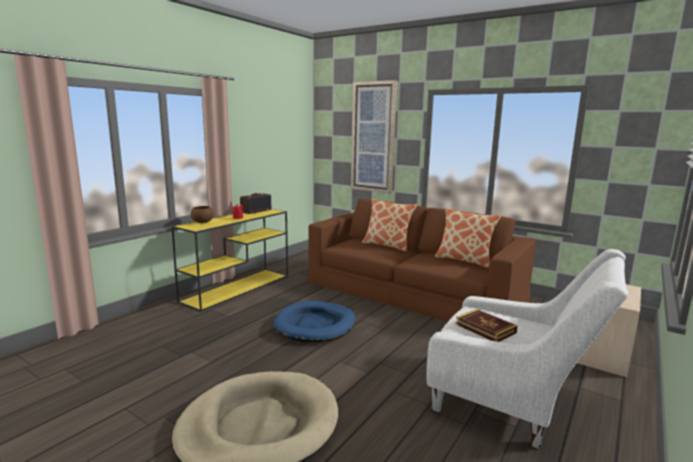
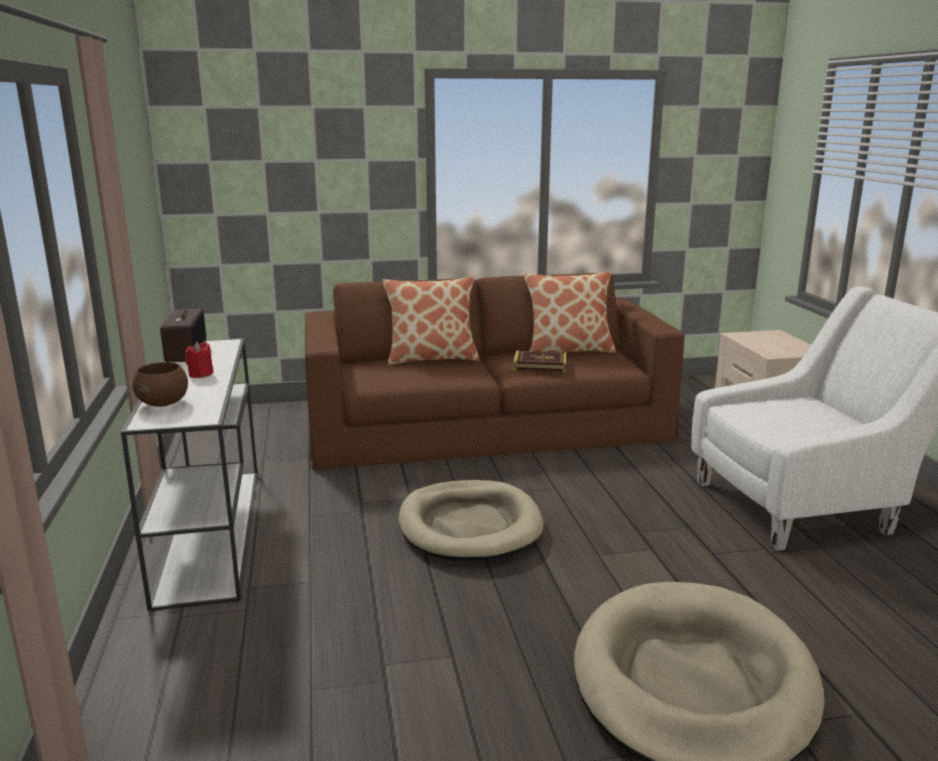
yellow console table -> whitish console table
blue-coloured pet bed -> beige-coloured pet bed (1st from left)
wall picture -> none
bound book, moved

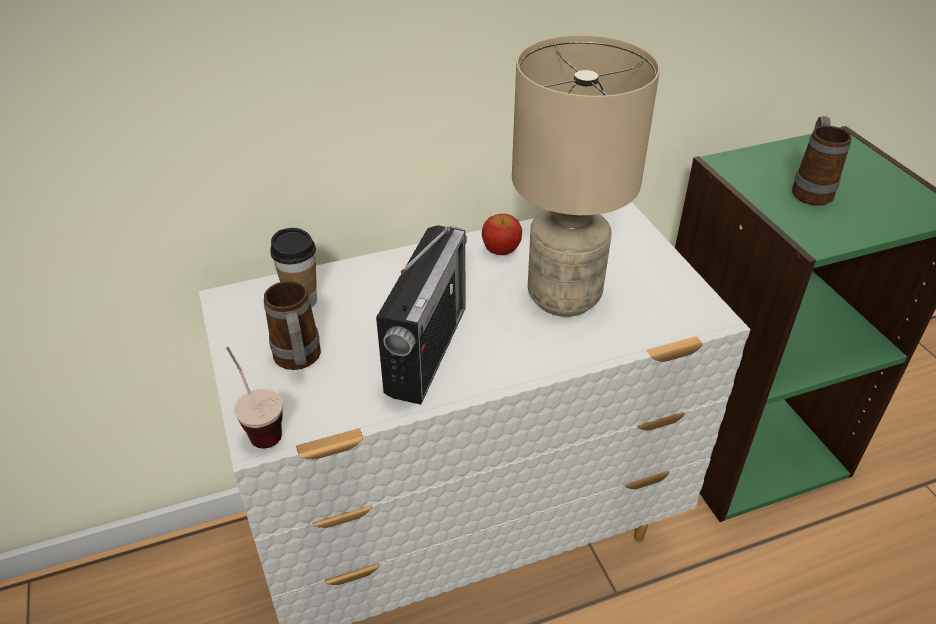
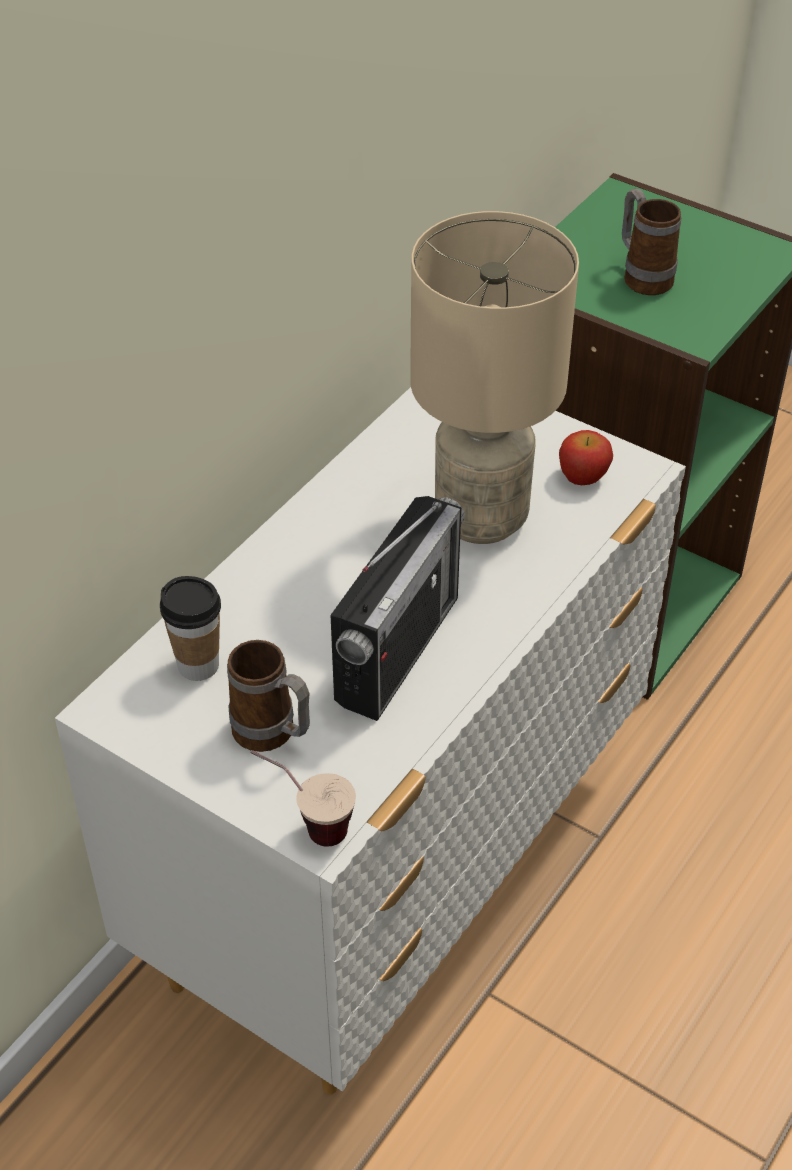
radio receiver, 45 degrees clockwise
whole apple, moved

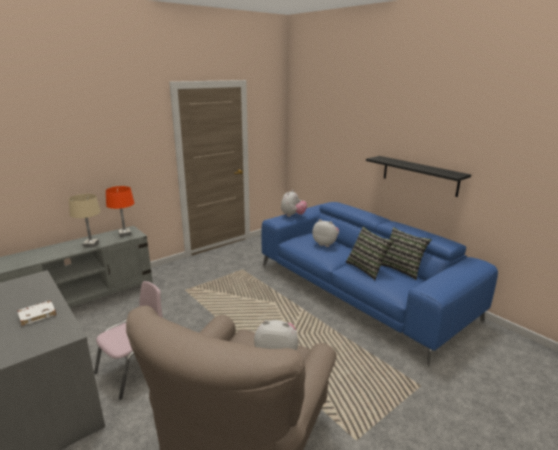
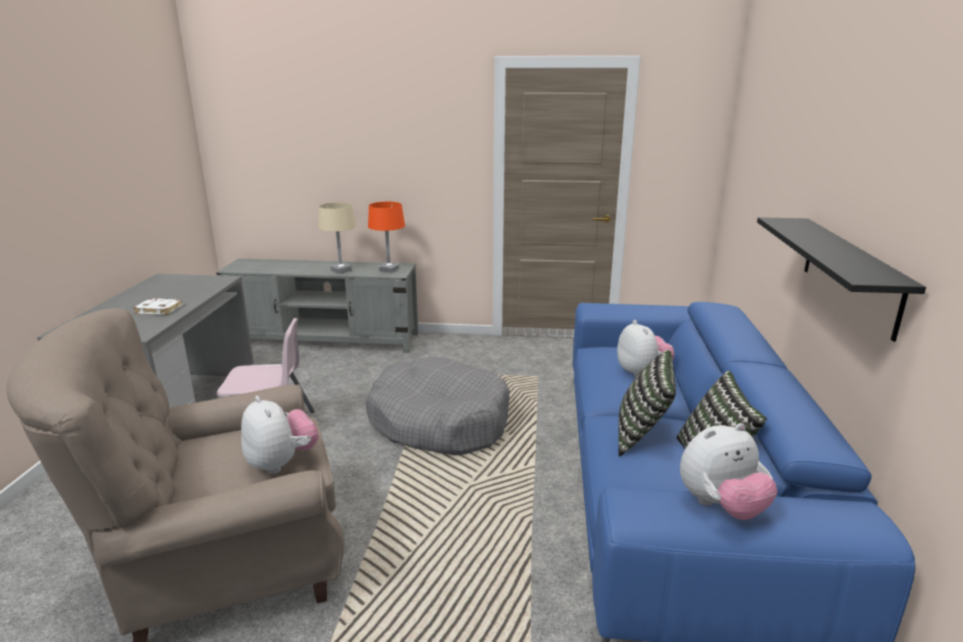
plush toy (2nd from left in the first image) -> plush toy (3rd from left), moved
none -> gray pet bed

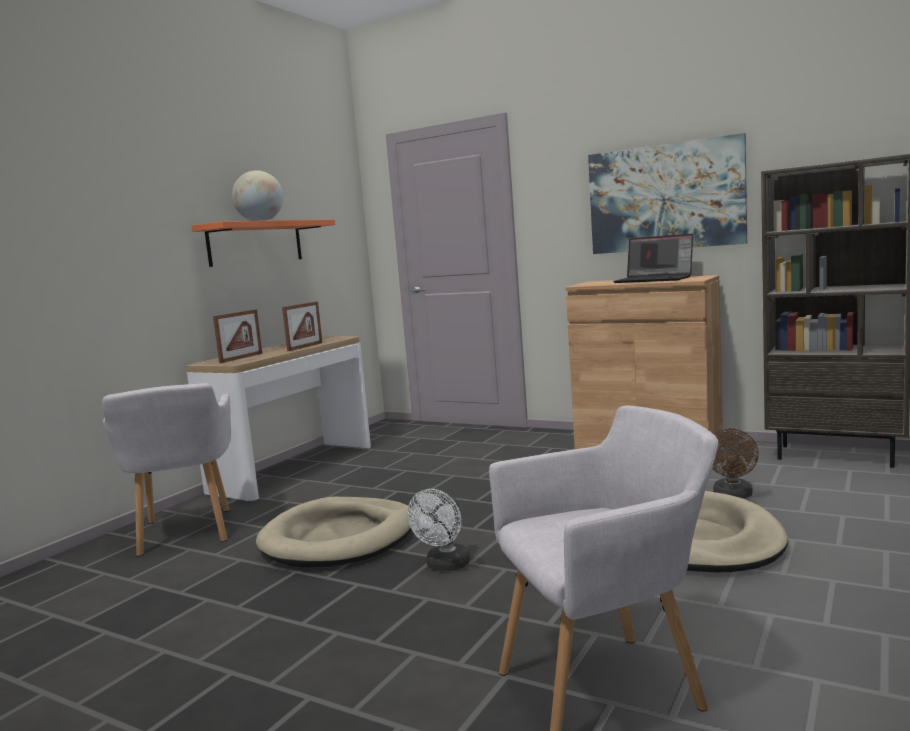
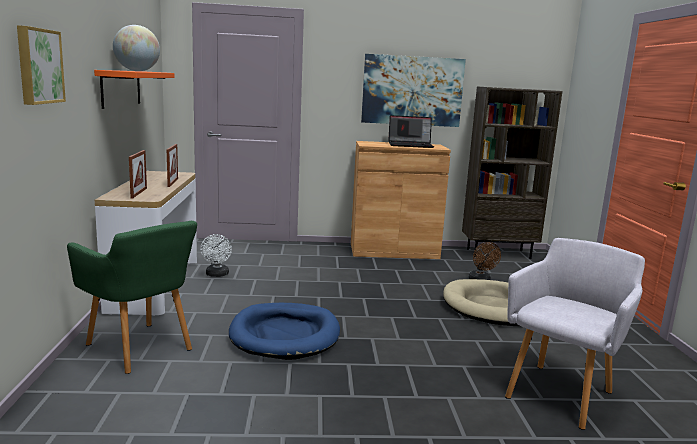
gray armchair (1st from left) -> green-coloured armchair
beige-coloured pet bed (1st from left) -> blue-coloured pet bed
whitish fan, moved
none -> wall picture (1st from left)

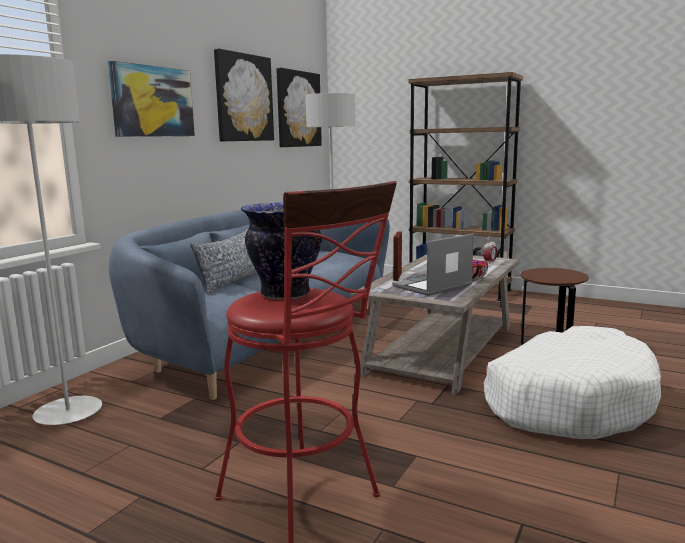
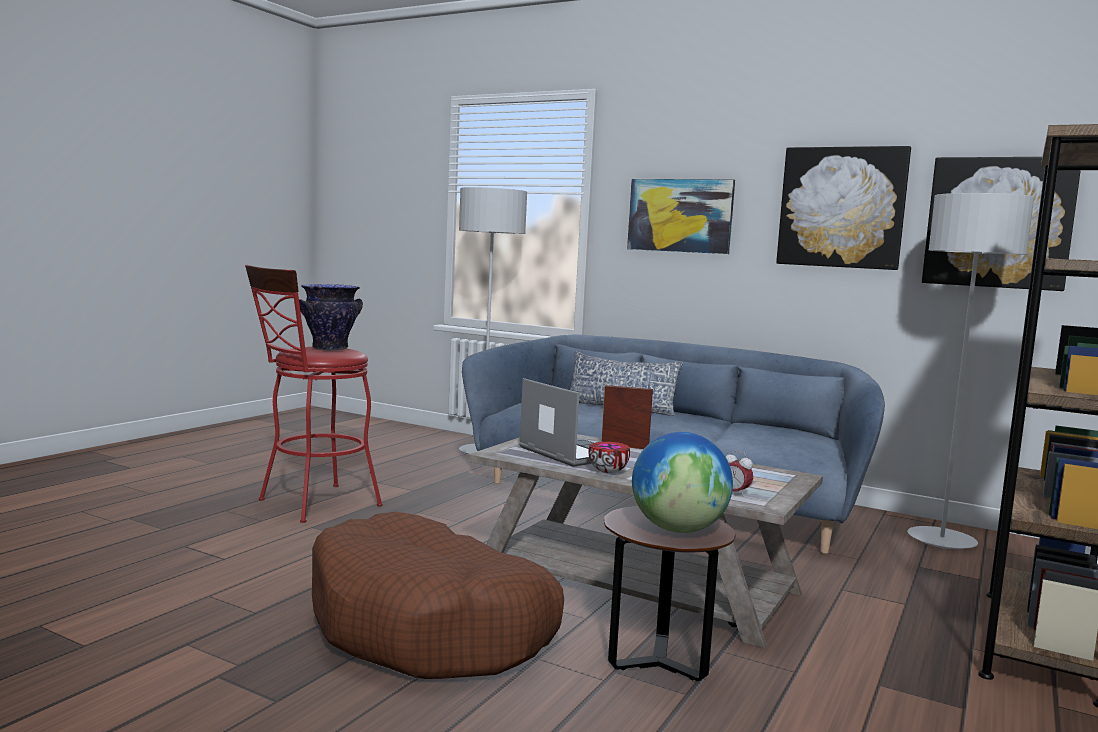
whitish pet bed -> brownish pet bed
none -> globe

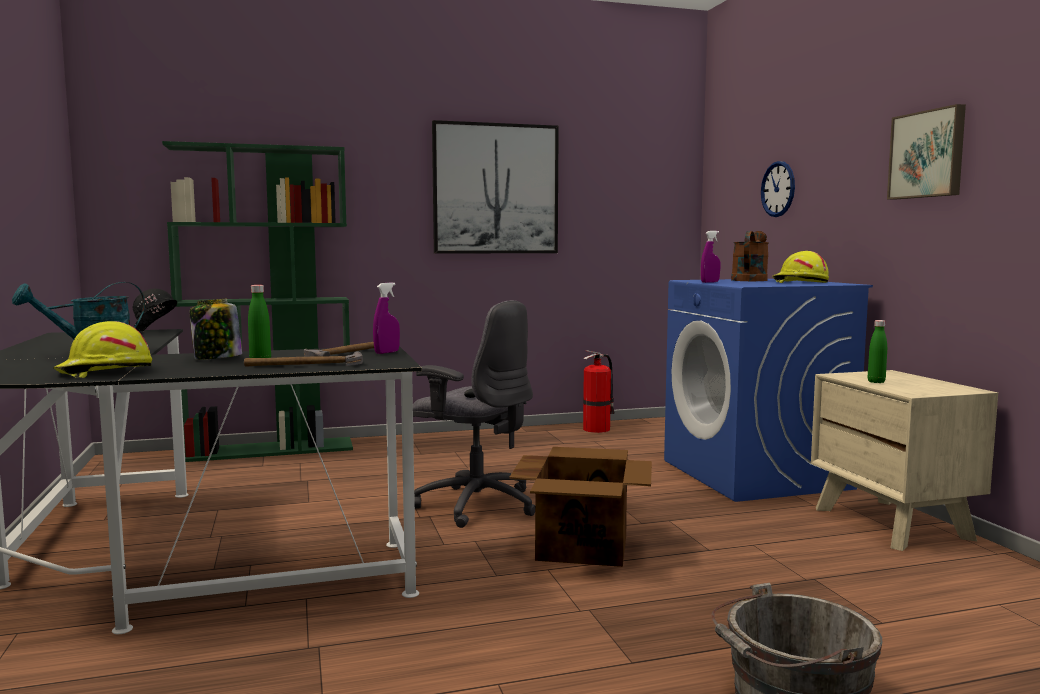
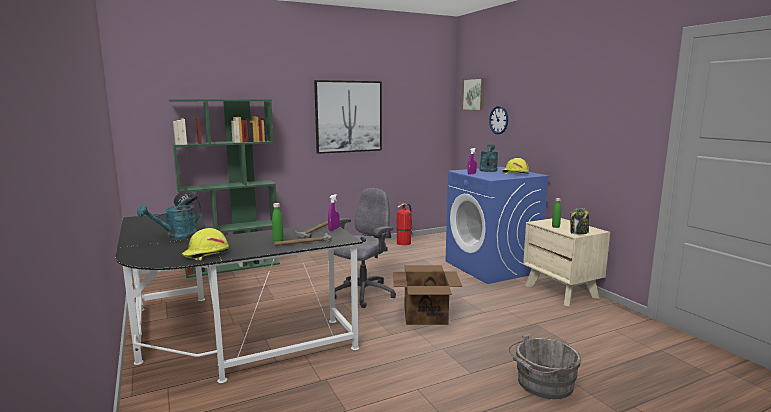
jar, moved
gray computer chair, 75 degrees counterclockwise
brownish sprinkling can -> turquoise-coloured sprinkling can (2nd from left)
wall picture (2nd from left), moved

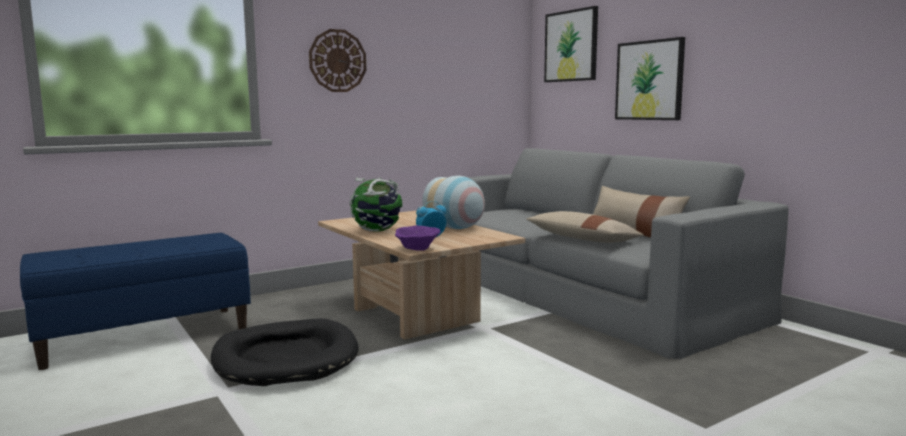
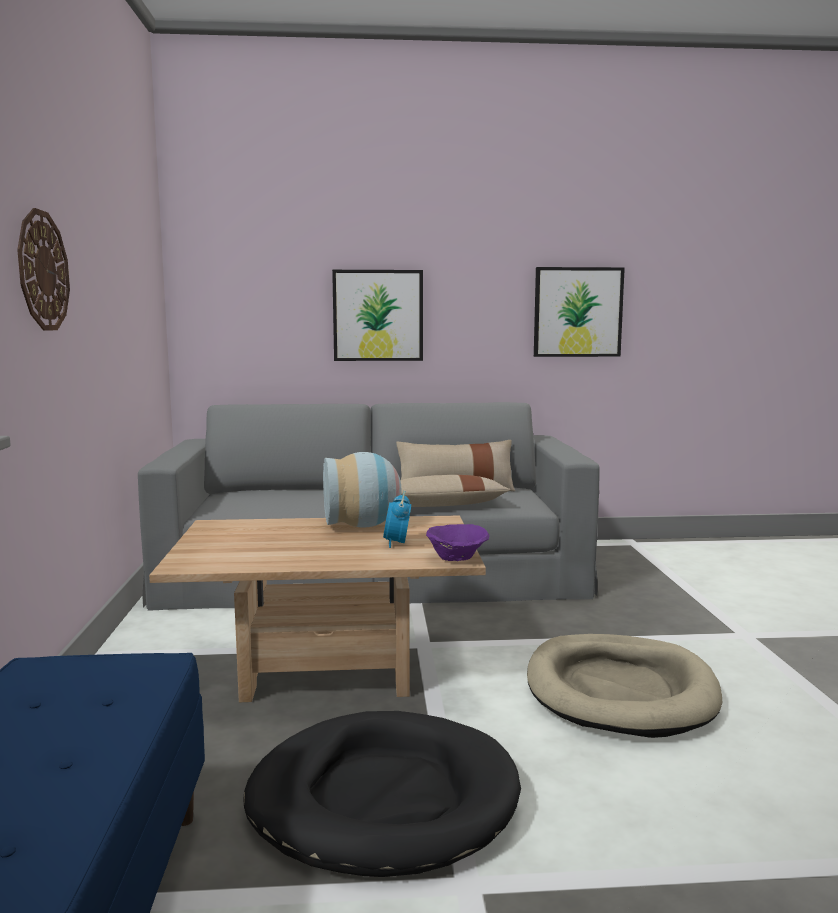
globe -> none
wall picture (1st from left in the first image) -> wall picture (2nd from left), moved
none -> beige-coloured pet bed

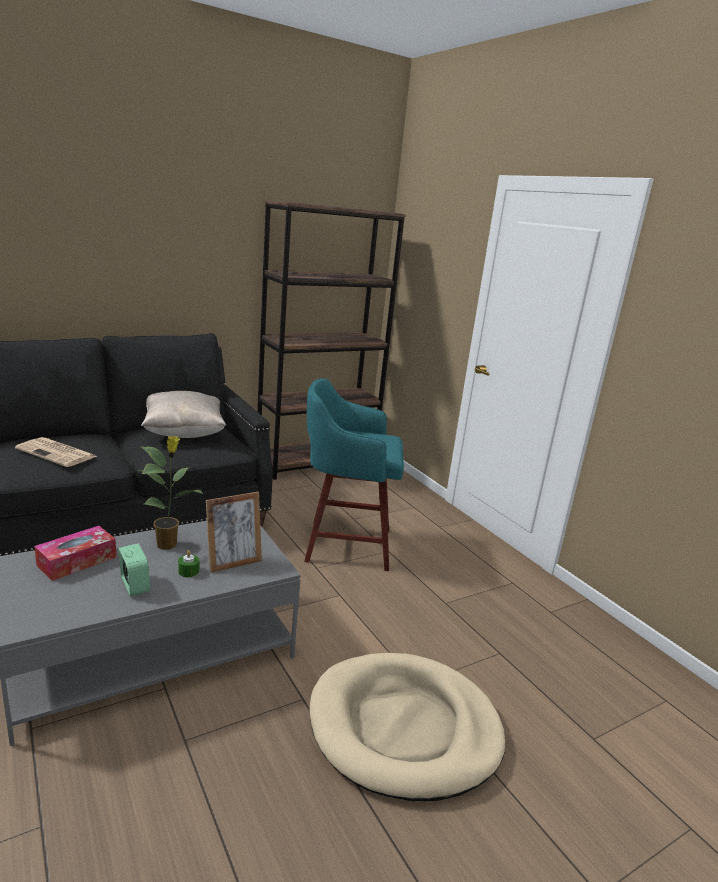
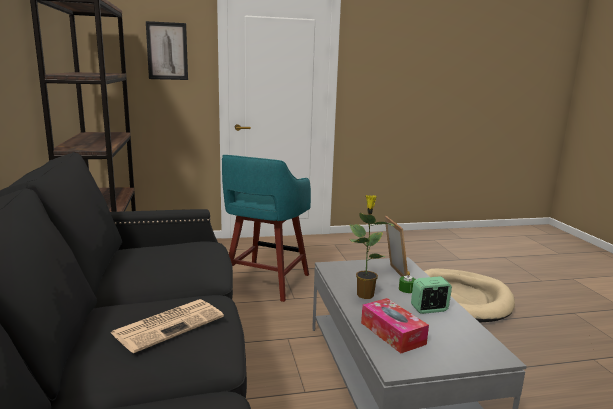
beige-coloured throw pillow -> none
none -> wall picture

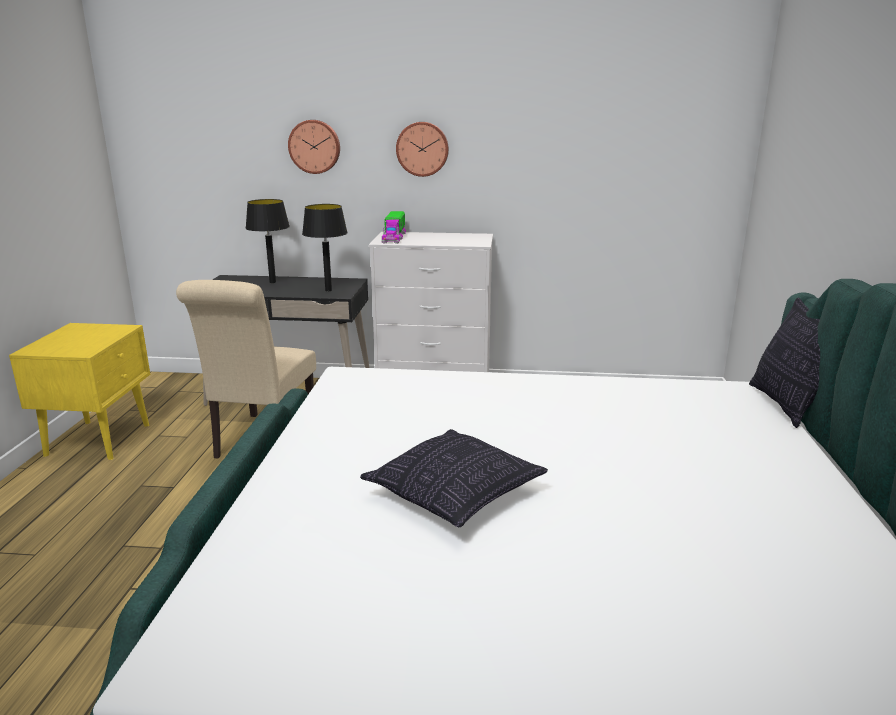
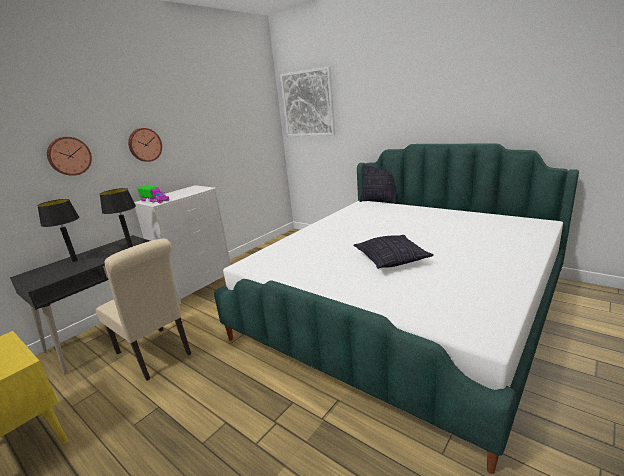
none -> wall picture

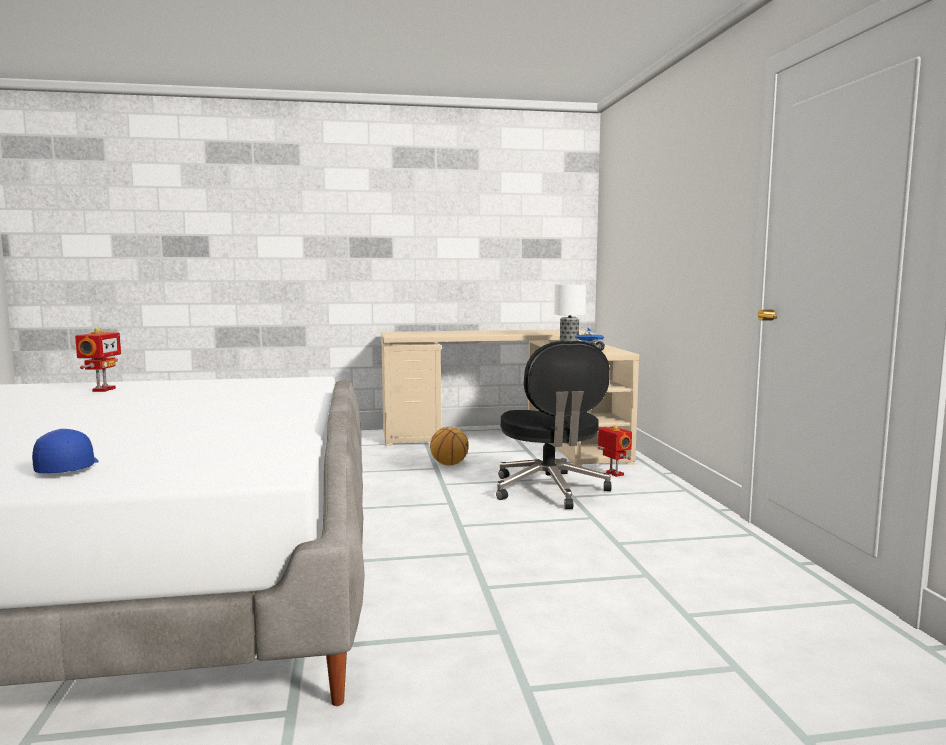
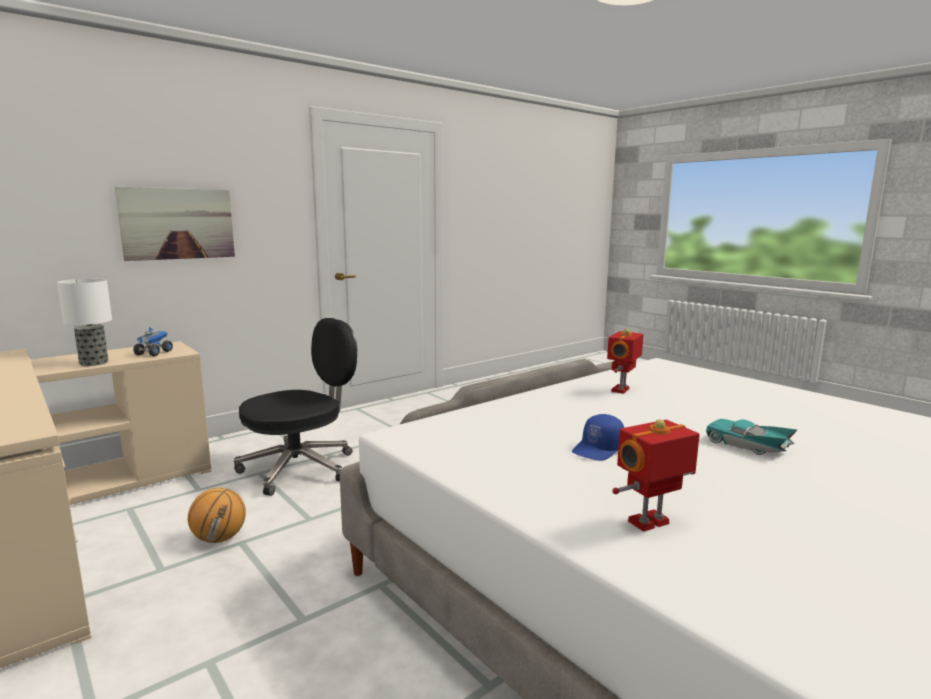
blue-coloured peaked cap, moved
toy robot (2nd from left in the first image) -> toy robot (1st from left), moved
none -> wall picture
none -> turquoise-coloured model car

